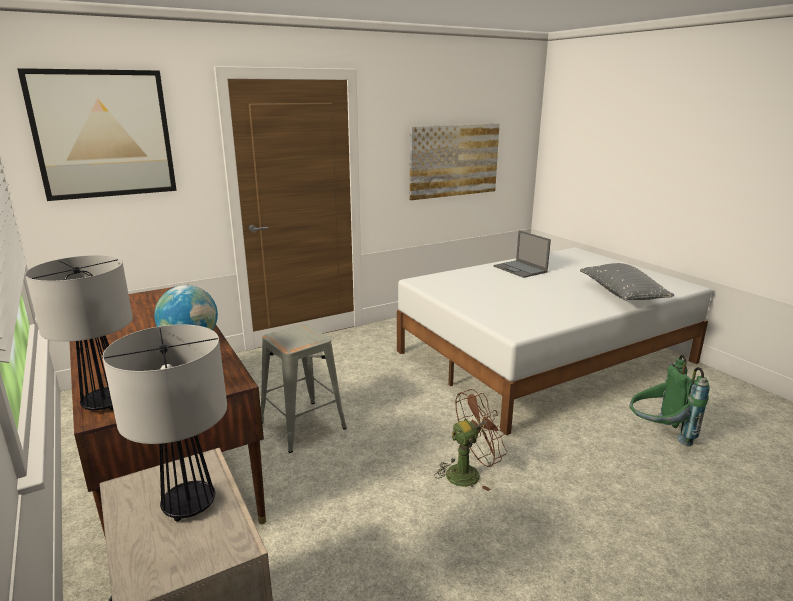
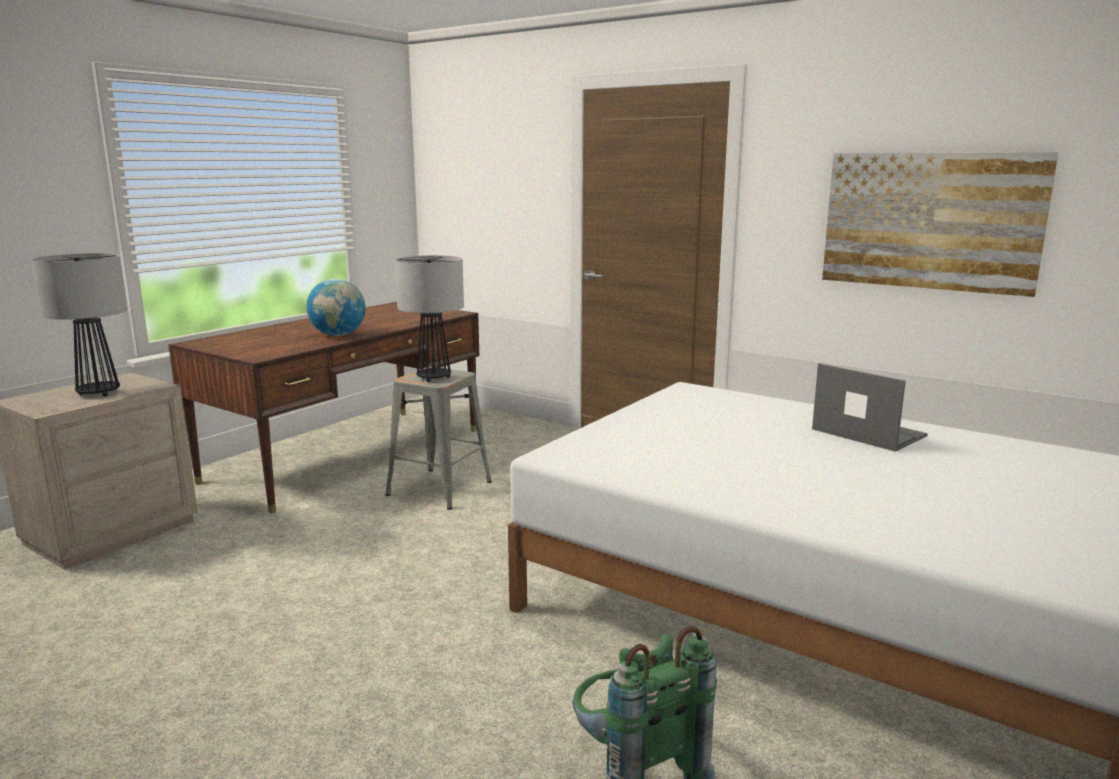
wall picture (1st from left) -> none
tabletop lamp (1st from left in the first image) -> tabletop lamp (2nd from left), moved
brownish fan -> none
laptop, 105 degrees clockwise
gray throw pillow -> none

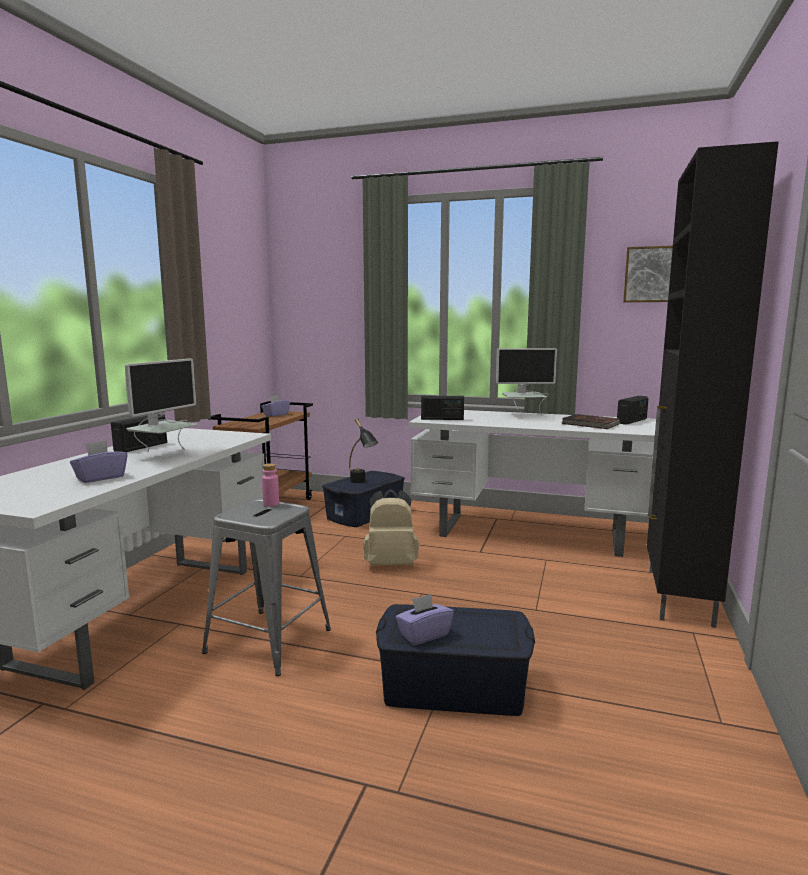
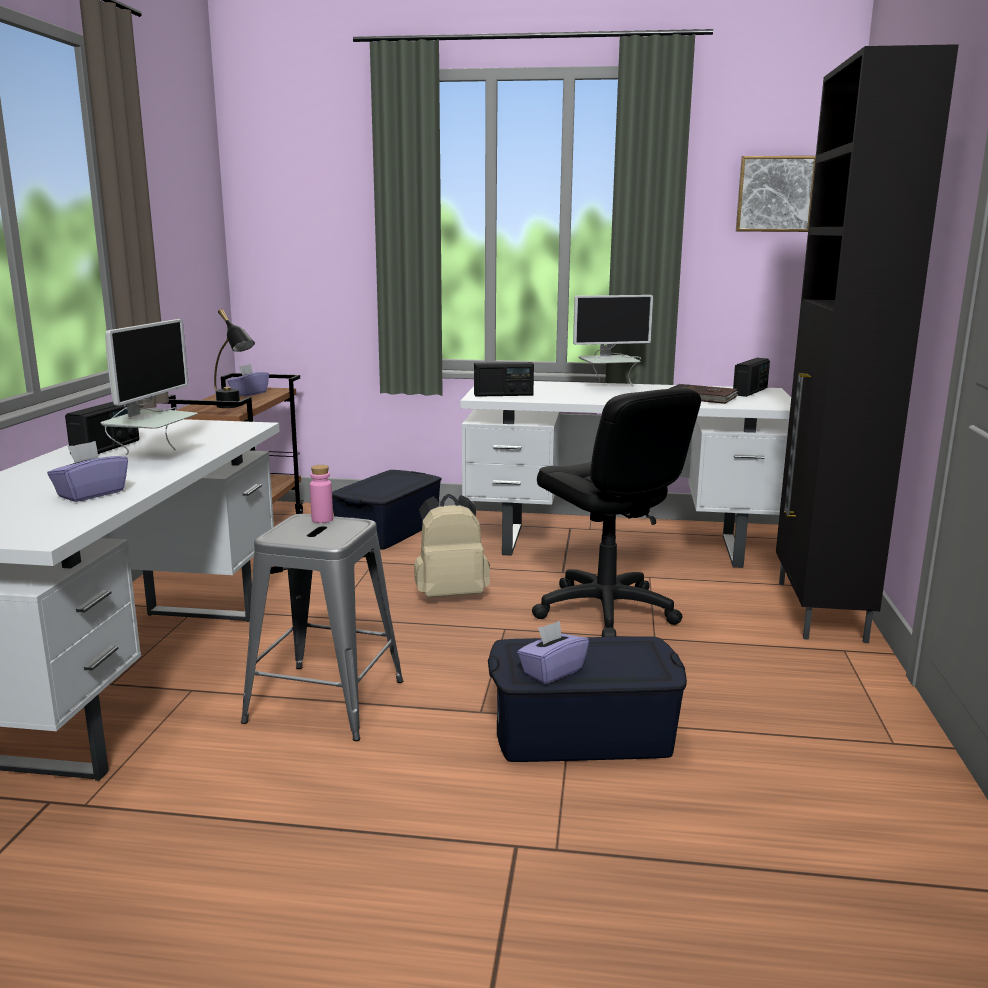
blackish tabletop lamp, moved
none -> blackish computer chair

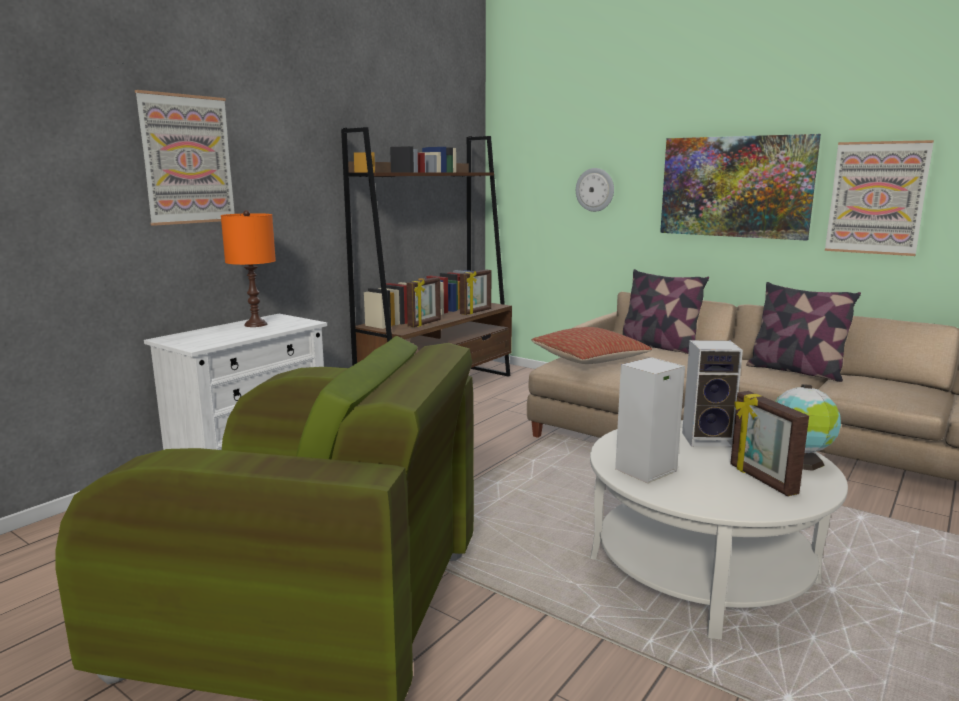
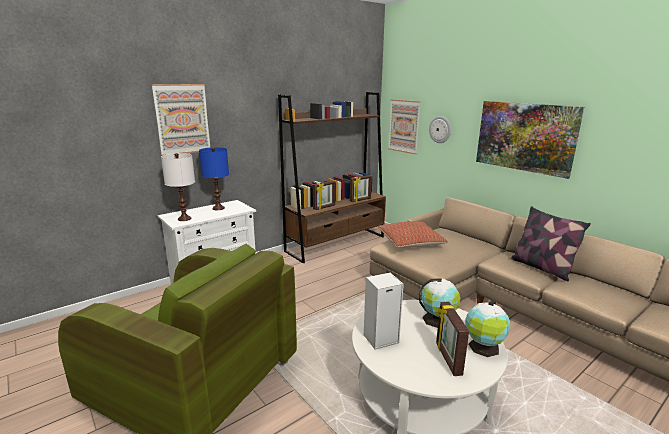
orange tabletop lamp -> blue-coloured tabletop lamp
throw pillow (2nd from left) -> none
audio speaker (2nd from left) -> globe (1st from left)
wall picture (3rd from left in the first image) -> wall picture (2nd from left), moved
none -> whitish tabletop lamp

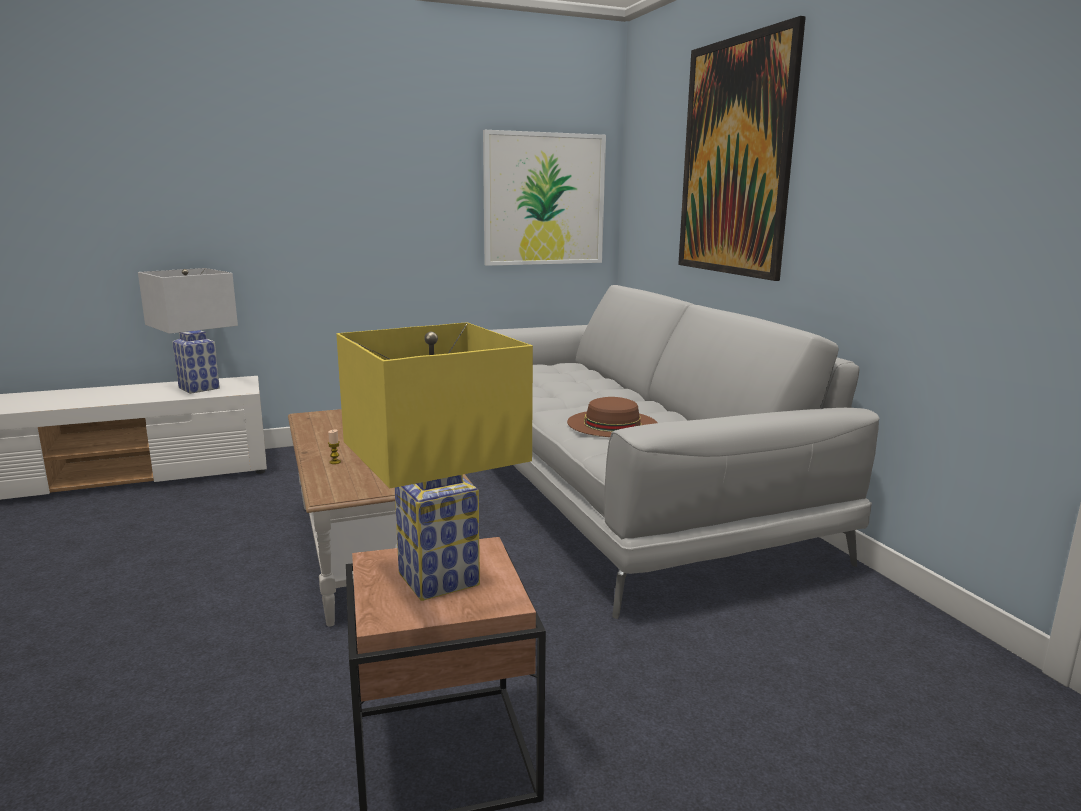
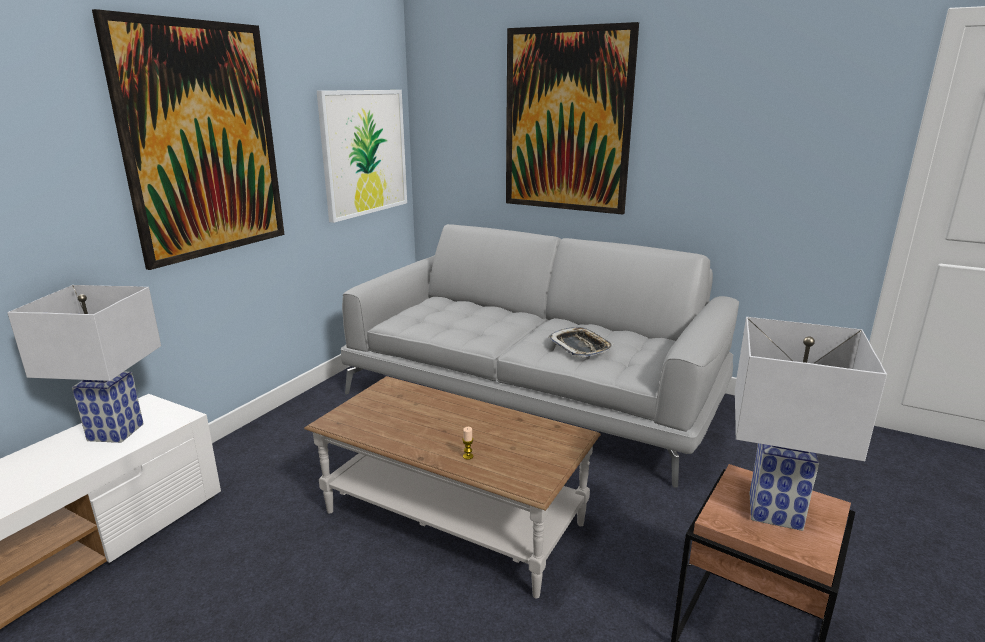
yellow tabletop lamp -> whitish tabletop lamp (2nd from left)
brownish clothing hat -> carrying tray
none -> wall picture (1st from left)

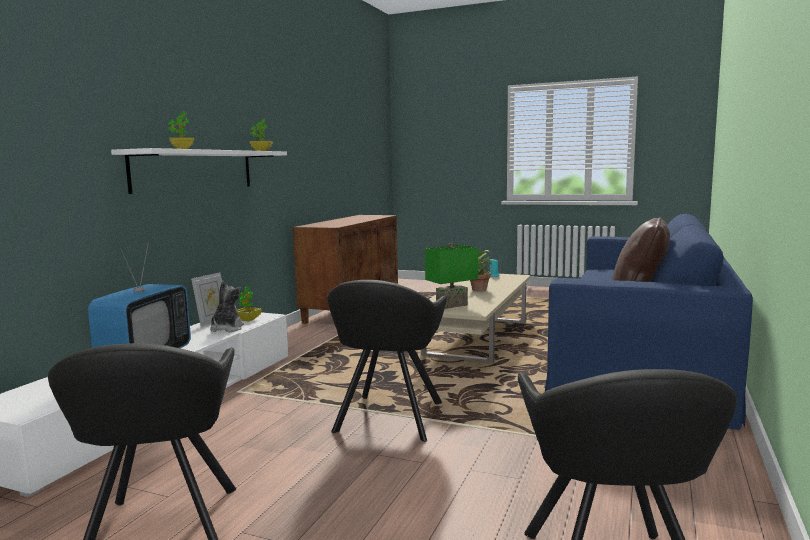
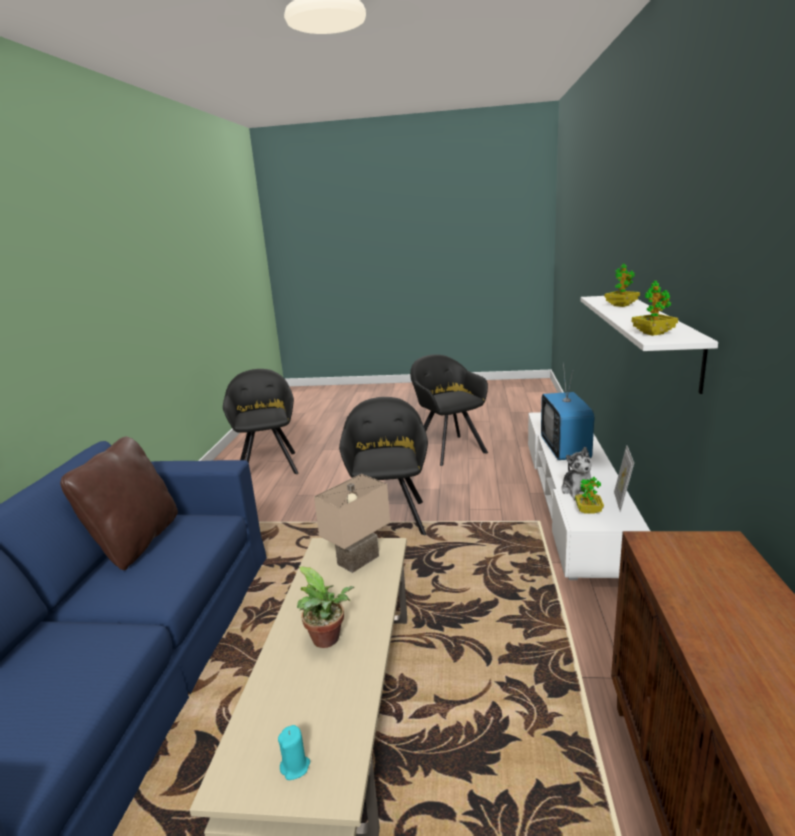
green-coloured tabletop lamp -> beige-coloured tabletop lamp

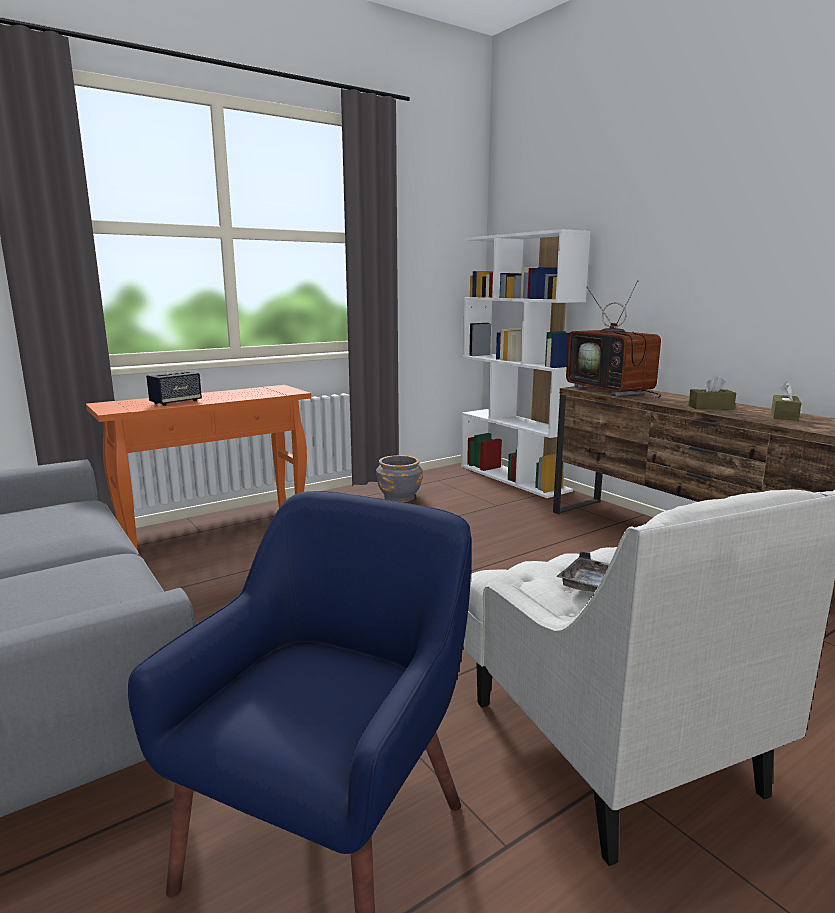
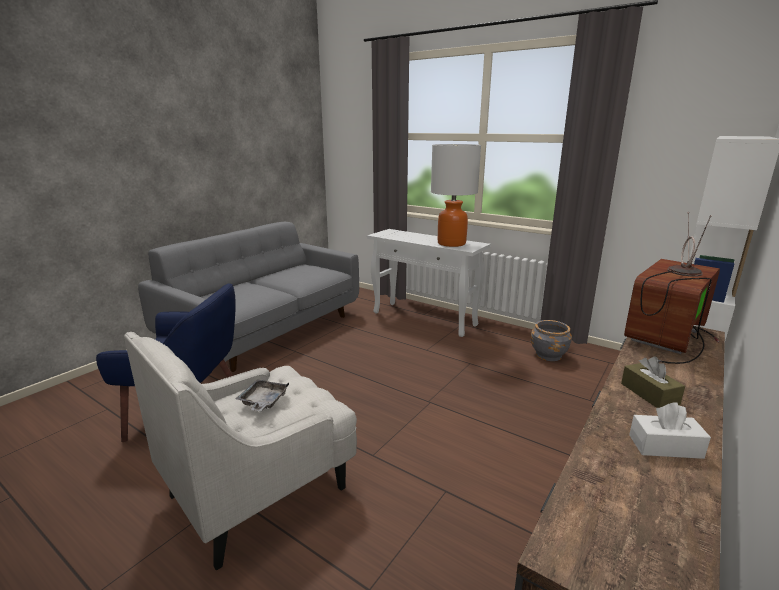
orange console table -> whitish console table
audio speaker -> none
brownish tissue holder (2nd from left) -> whitish tissue holder
none -> tabletop lamp

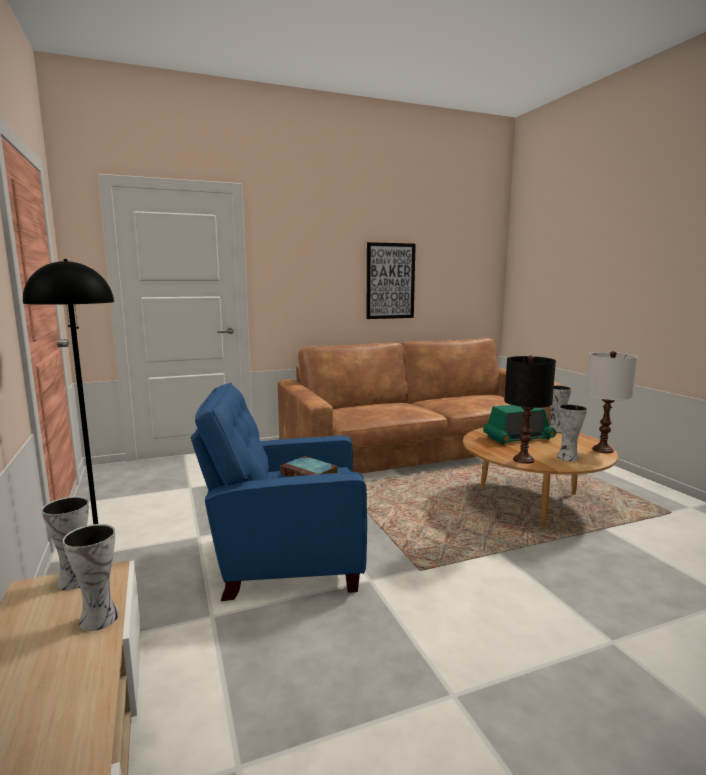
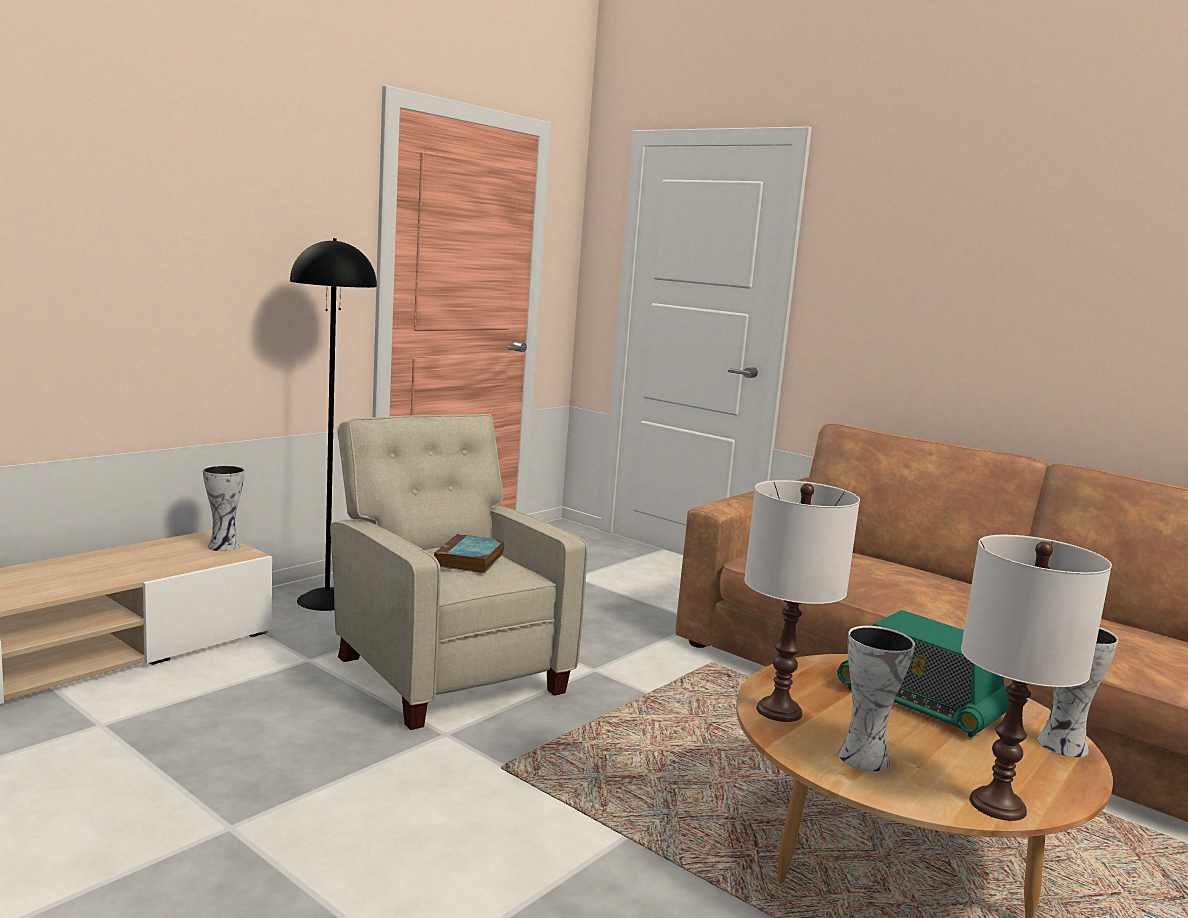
vase (2nd from left) -> none
blue-coloured armchair -> beige-coloured armchair
wall picture -> none
blackish tabletop lamp -> whitish tabletop lamp (1st from left)

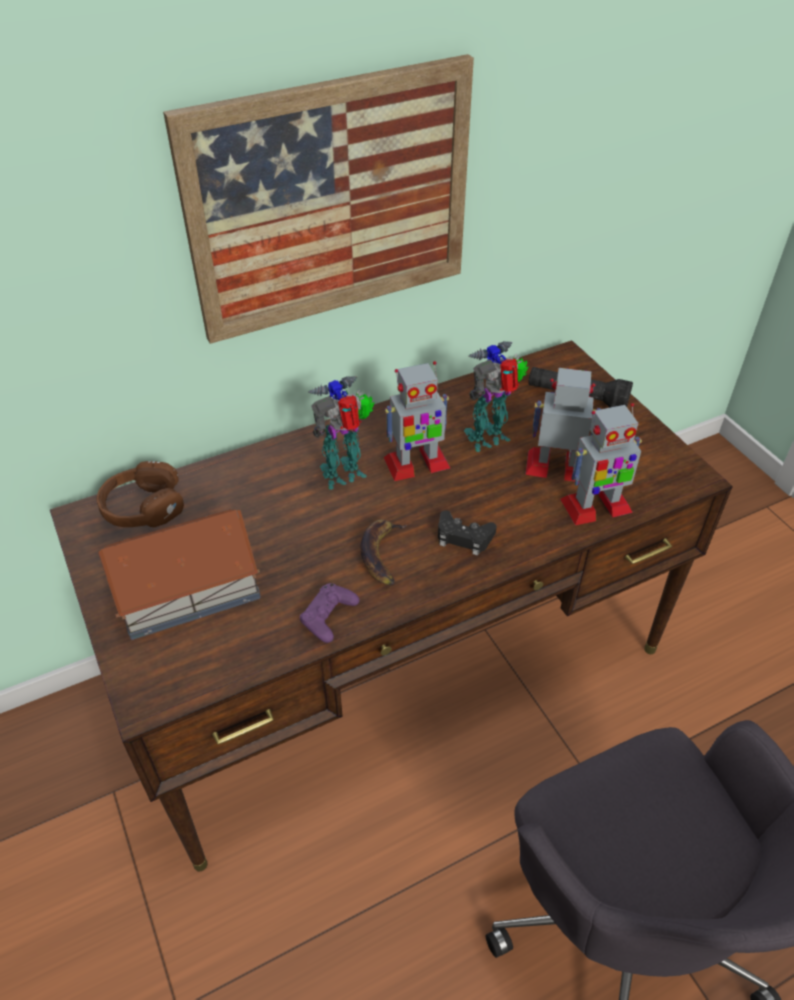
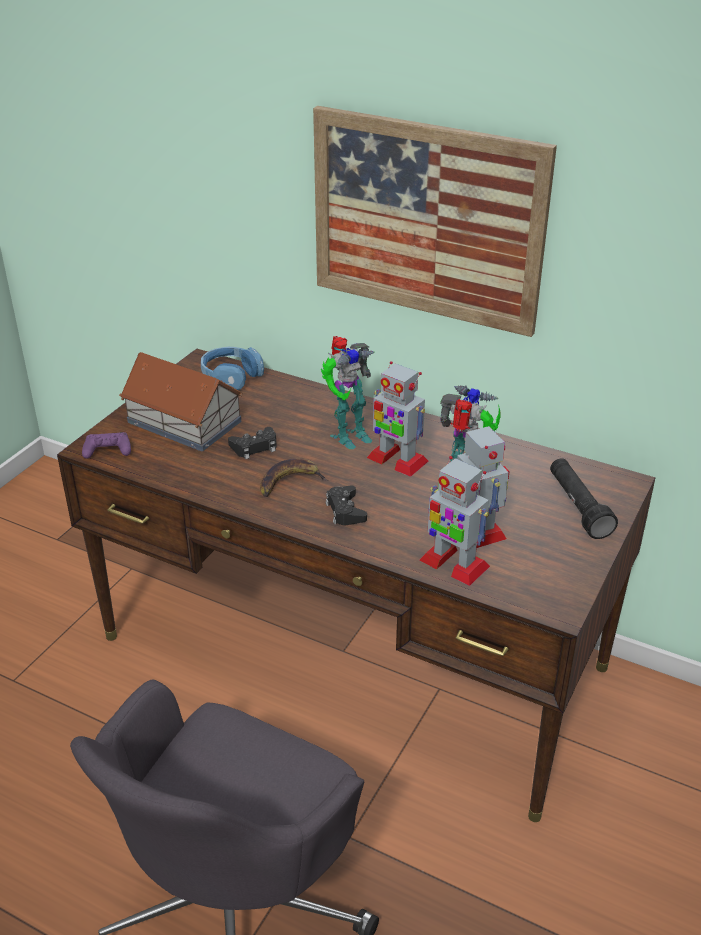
brownish pair of headphones -> blue-coloured pair of headphones
purple joypad, moved
toy robot (1st from left), 120 degrees clockwise
none -> blackish joypad (1st from left)

